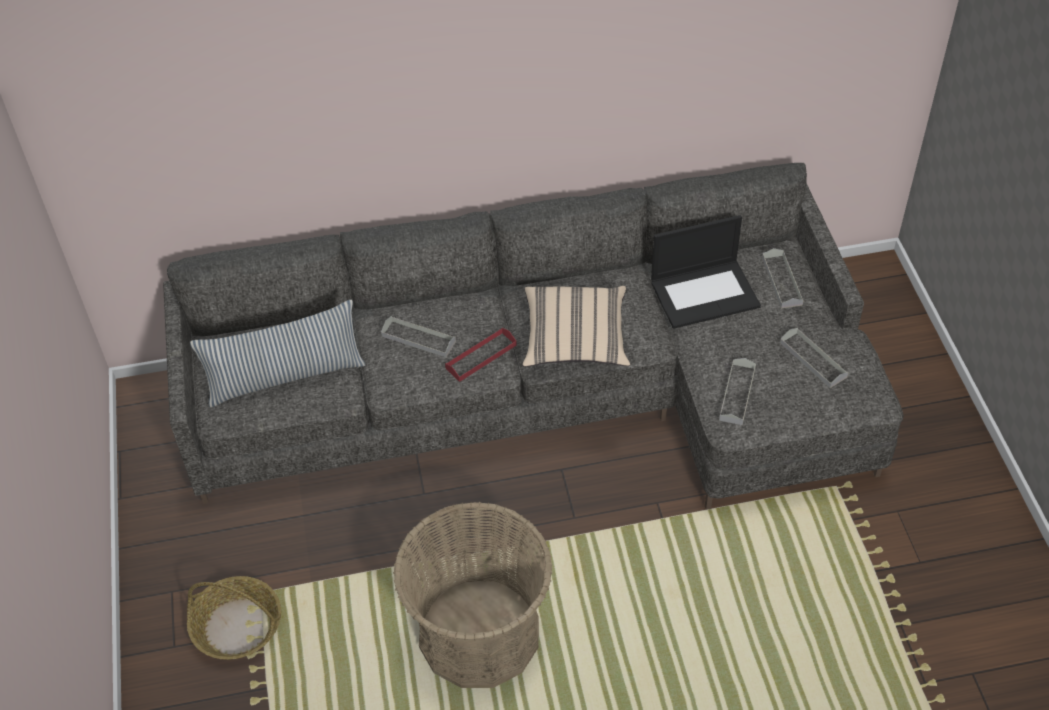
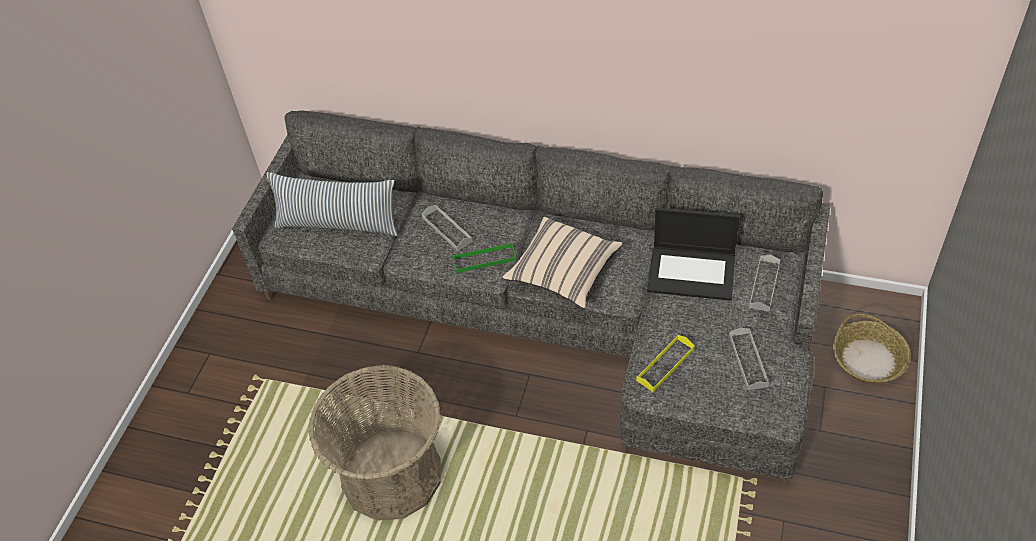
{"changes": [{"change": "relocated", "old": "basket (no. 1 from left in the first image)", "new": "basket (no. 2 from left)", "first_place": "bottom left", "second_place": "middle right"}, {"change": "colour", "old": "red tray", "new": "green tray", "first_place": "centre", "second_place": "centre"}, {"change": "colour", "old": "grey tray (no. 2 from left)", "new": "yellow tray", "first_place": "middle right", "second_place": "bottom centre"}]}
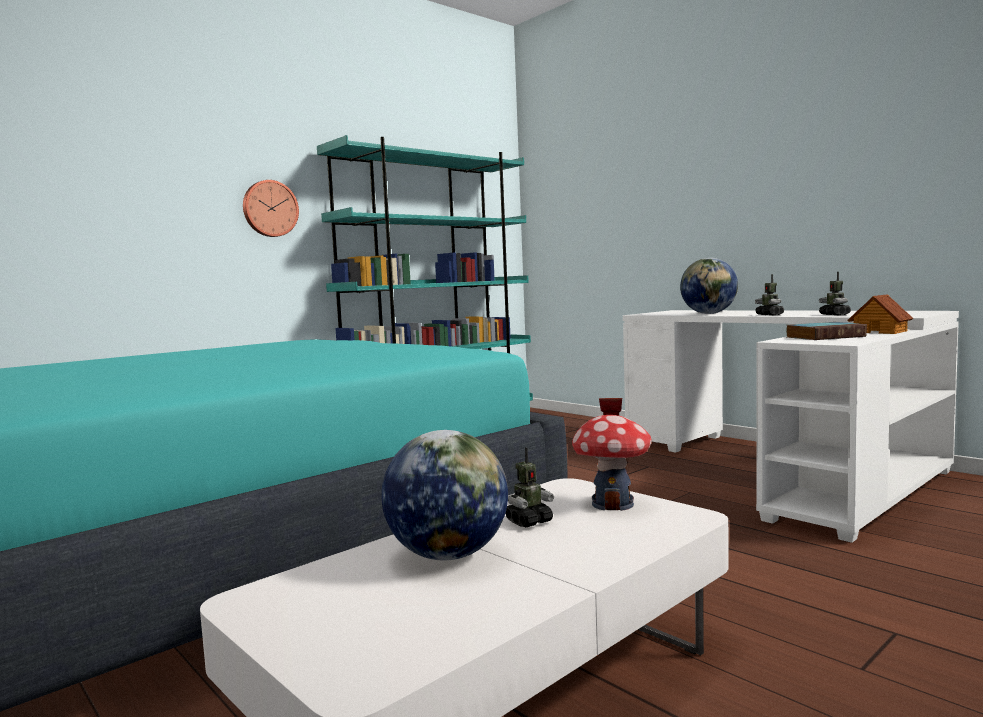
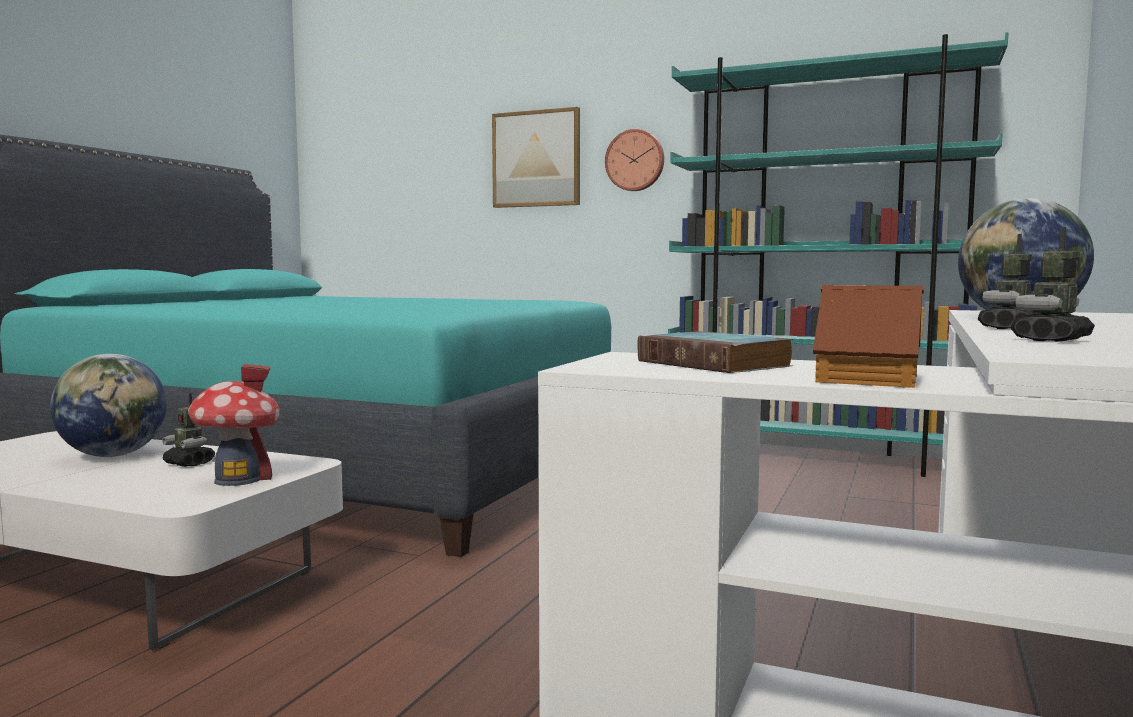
{"changes": [{"change": "appeared", "new": "picture", "second_place": "top centre"}]}
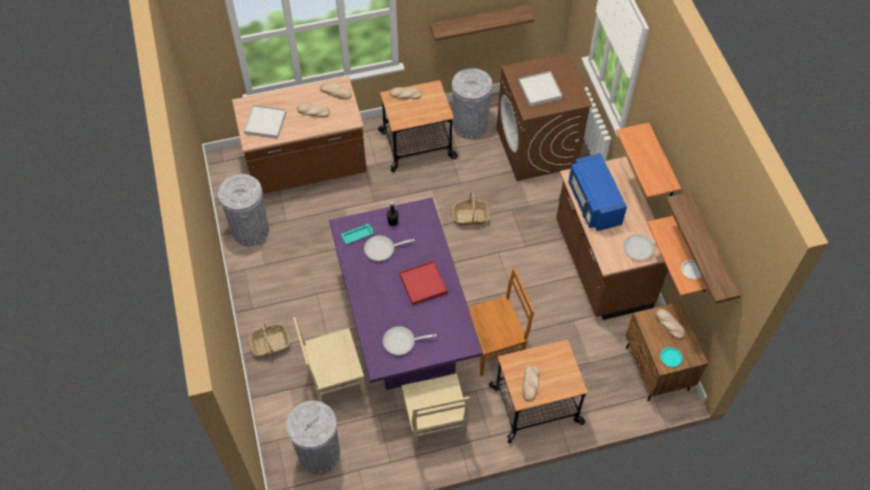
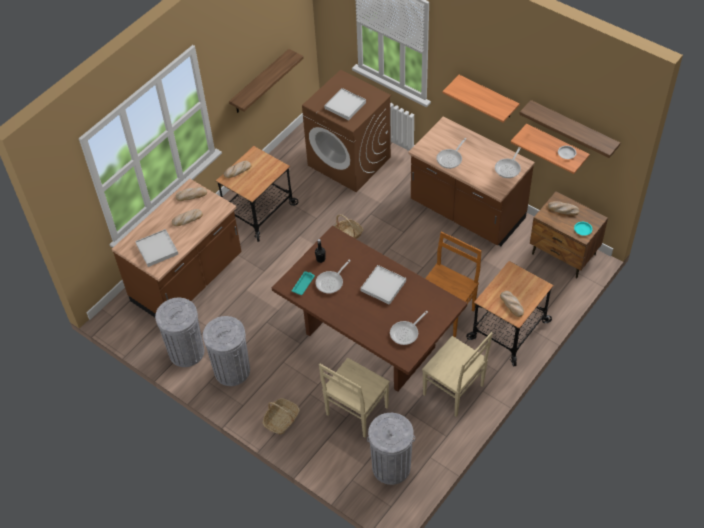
{"changes": [{"change": "relocated", "old": "grey trash can (no. 3 from left in the first image)", "new": "grey trash can (no. 2 from left)", "first_place": "top centre", "second_place": "middle left"}, {"change": "exchanged", "old": "blue microwave", "new": "frying pan (no. 3 from left)", "first_place": "middle right", "second_place": "top centre"}, {"change": "colour", "old": "purple dining table", "new": "brown dining table", "first_place": "centre", "second_place": "centre"}, {"change": "colour", "old": "red tray", "new": "white tray (no. 3 from left)", "first_place": "centre", "second_place": "centre"}]}
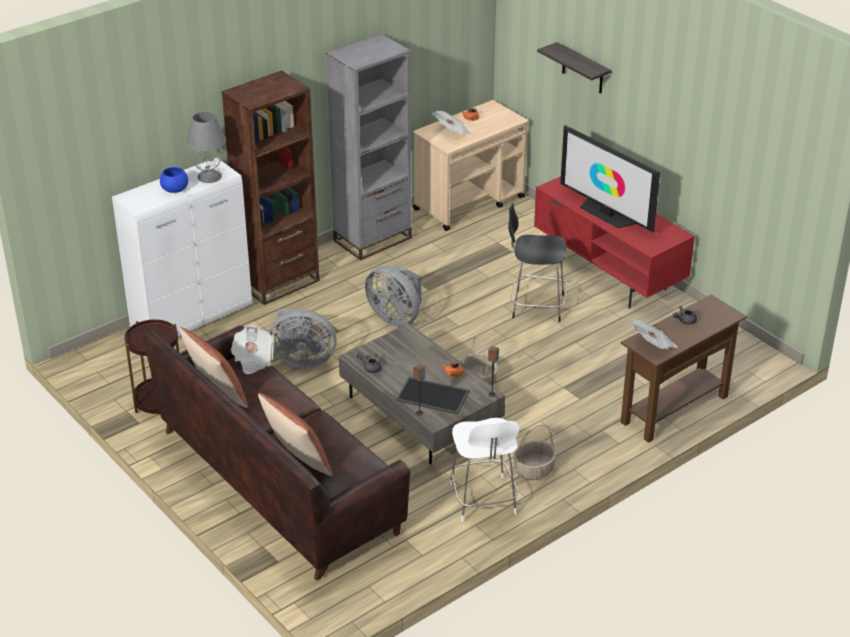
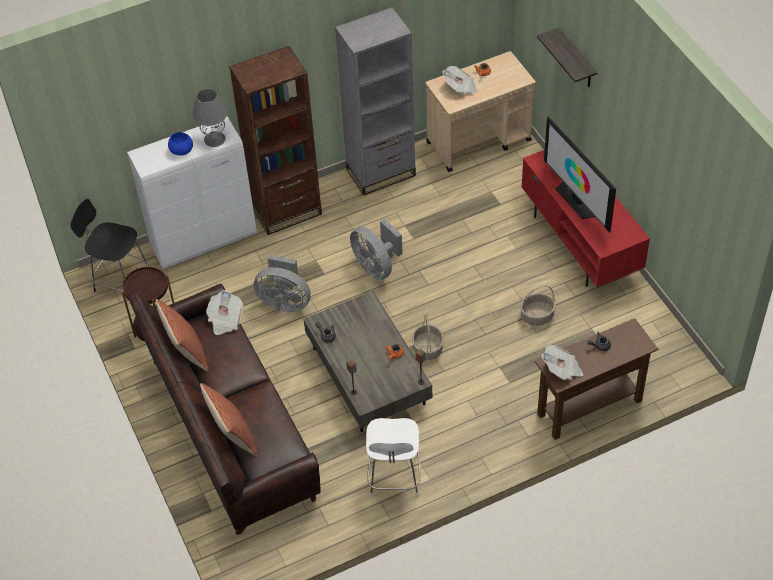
{"changes": [{"change": "missing", "old": "tray", "first_place": "centre"}, {"change": "relocated", "old": "black stool", "first_place": "centre", "second_place": "middle left"}, {"change": "relocated", "old": "basket (no. 2 from left)", "first_place": "bottom centre", "second_place": "middle right"}]}
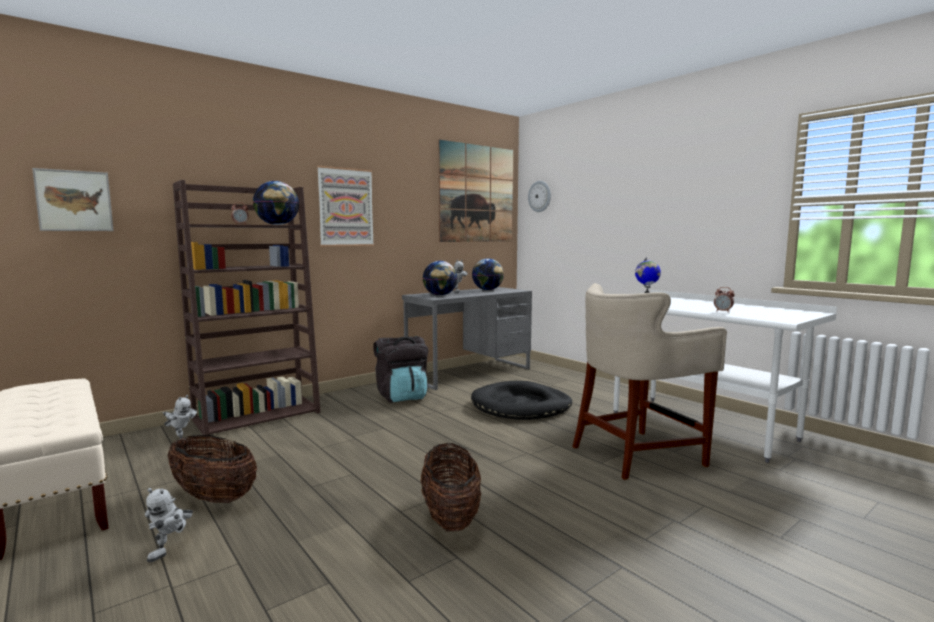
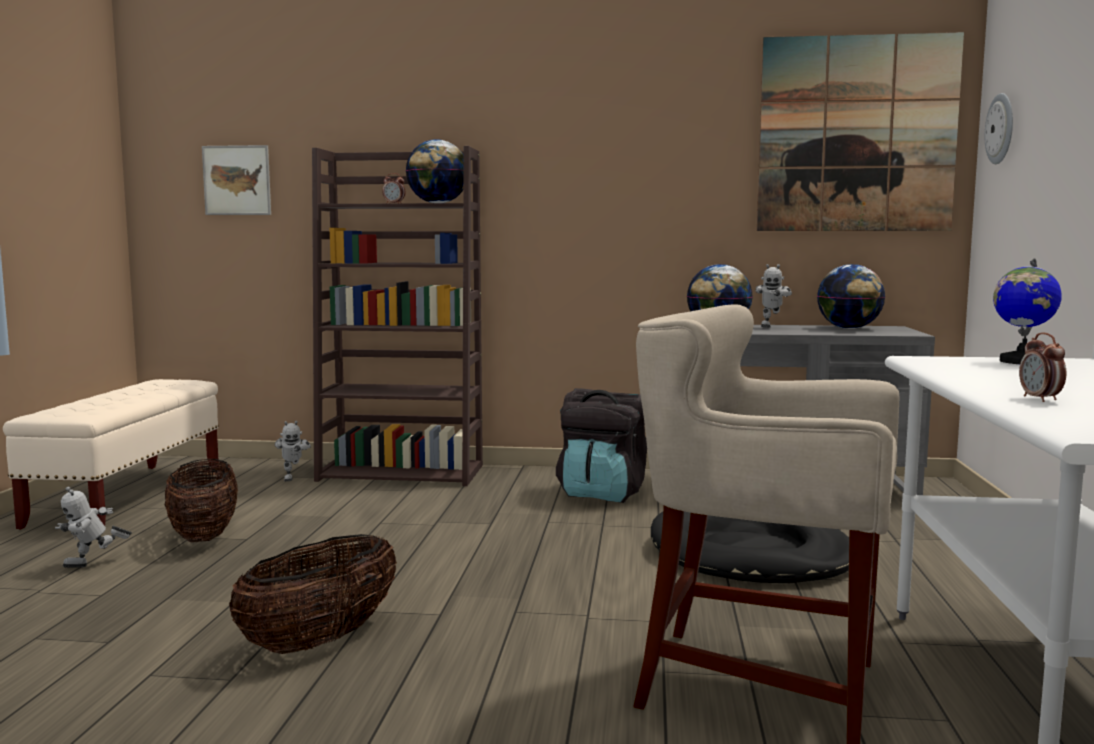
{"changes": [{"change": "missing", "old": "picture (no. 2 from left)", "first_place": "top centre"}]}
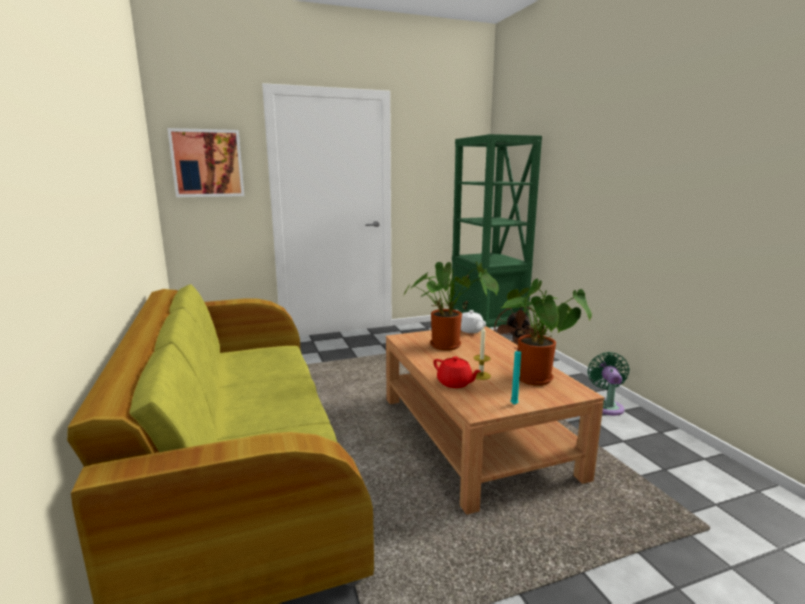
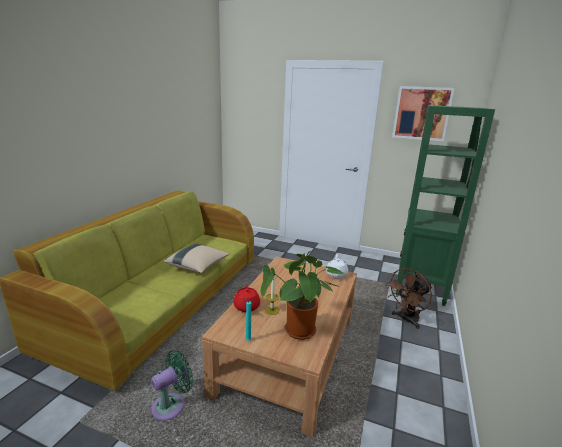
{"changes": [{"change": "missing", "old": "potted plant (no. 1 from left)", "first_place": "centre"}, {"change": "appeared", "new": "beige pillow", "second_place": "centre"}, {"change": "relocated", "old": "picture", "first_place": "top left", "second_place": "top right"}, {"change": "relocated", "old": "green fan", "first_place": "middle right", "second_place": "bottom left"}]}
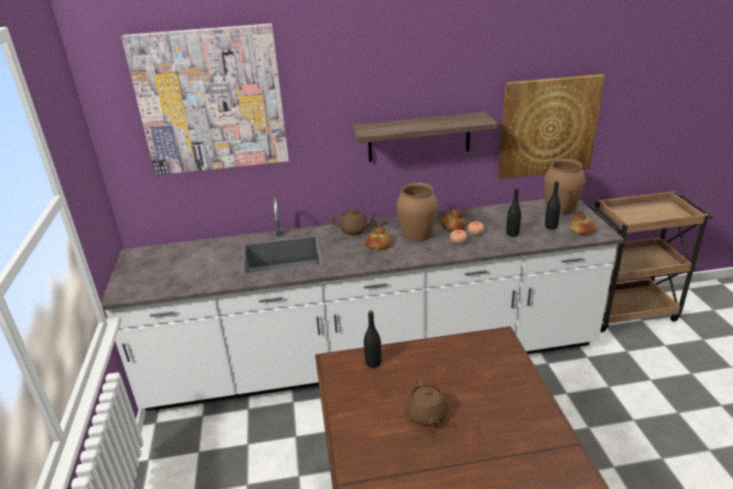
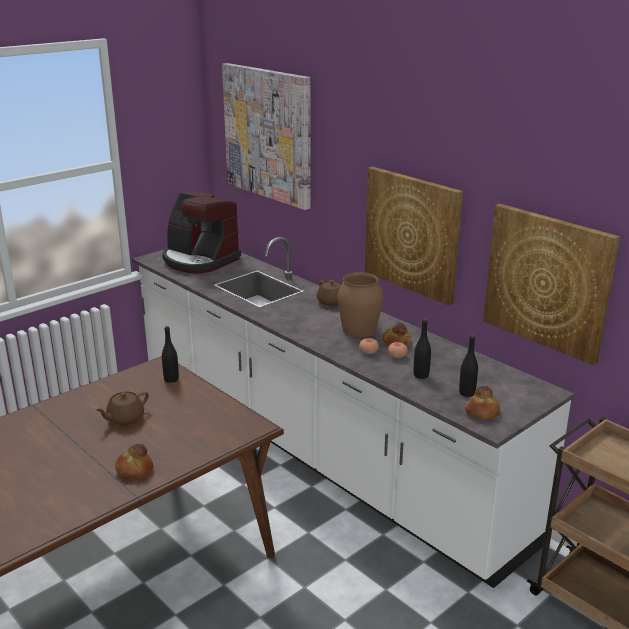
{"changes": [{"change": "missing", "old": "brown vase (no. 2 from left)", "first_place": "middle right"}, {"change": "appeared", "new": "coffee machine", "second_place": "middle left"}, {"change": "relocated", "old": "bread (no. 1 from left)", "first_place": "centre", "second_place": "bottom left"}, {"change": "exchanged", "old": "shelf", "new": "picture (no. 2 from left)", "first_place": "top centre", "second_place": "centre"}]}
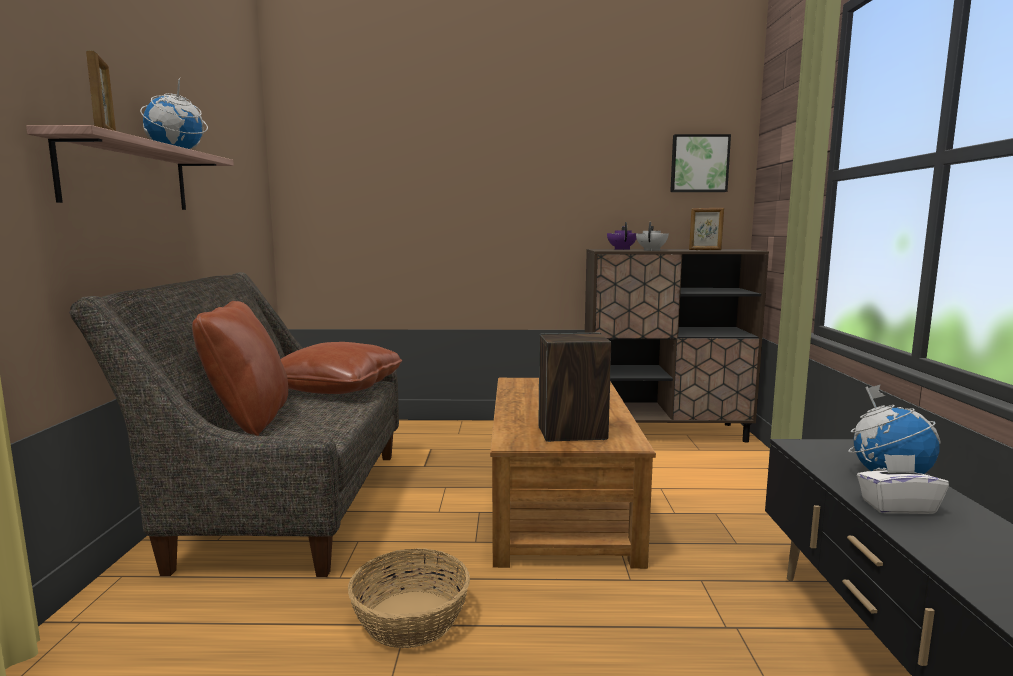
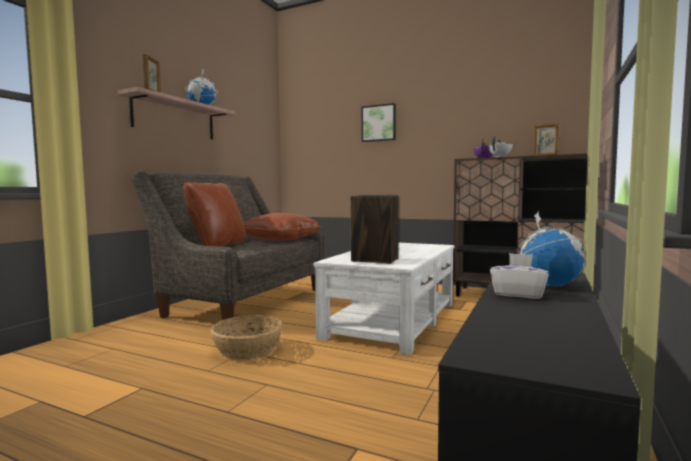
{"changes": [{"change": "relocated", "old": "picture", "first_place": "top right", "second_place": "top centre"}, {"change": "colour", "old": "brown coffee table", "new": "white coffee table", "first_place": "bottom centre", "second_place": "centre"}]}
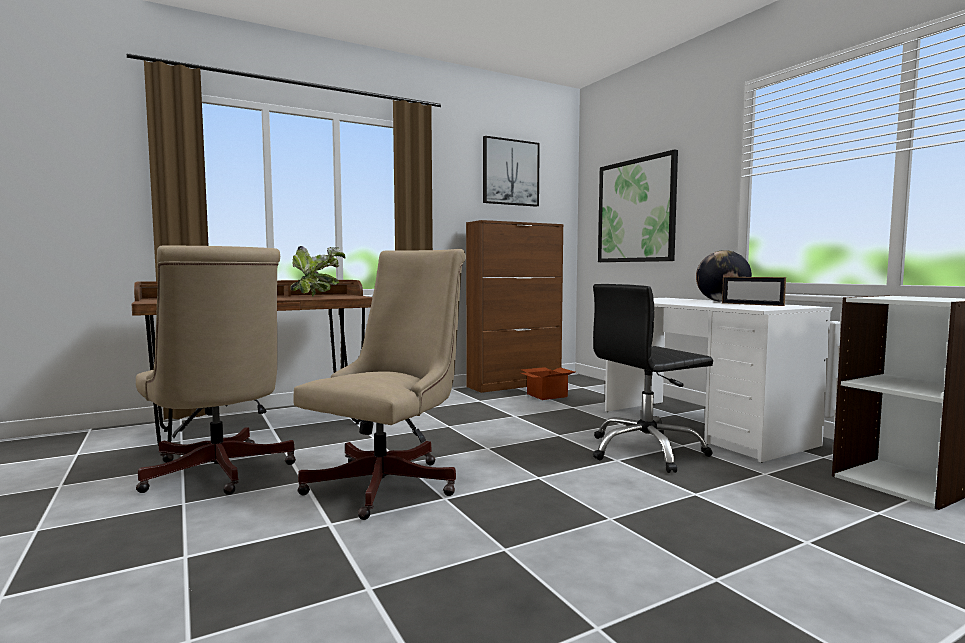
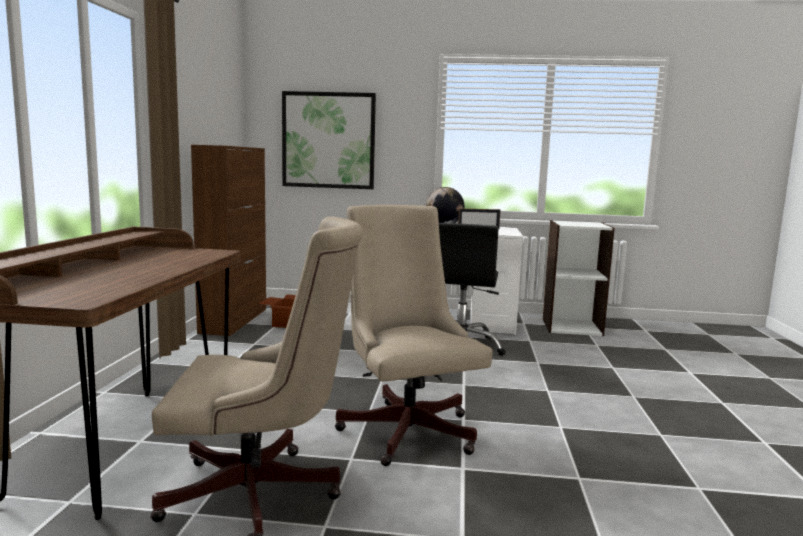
{"changes": [{"change": "missing", "old": "potted plant", "first_place": "middle left"}, {"change": "missing", "old": "picture (no. 1 from left)", "first_place": "top centre"}]}
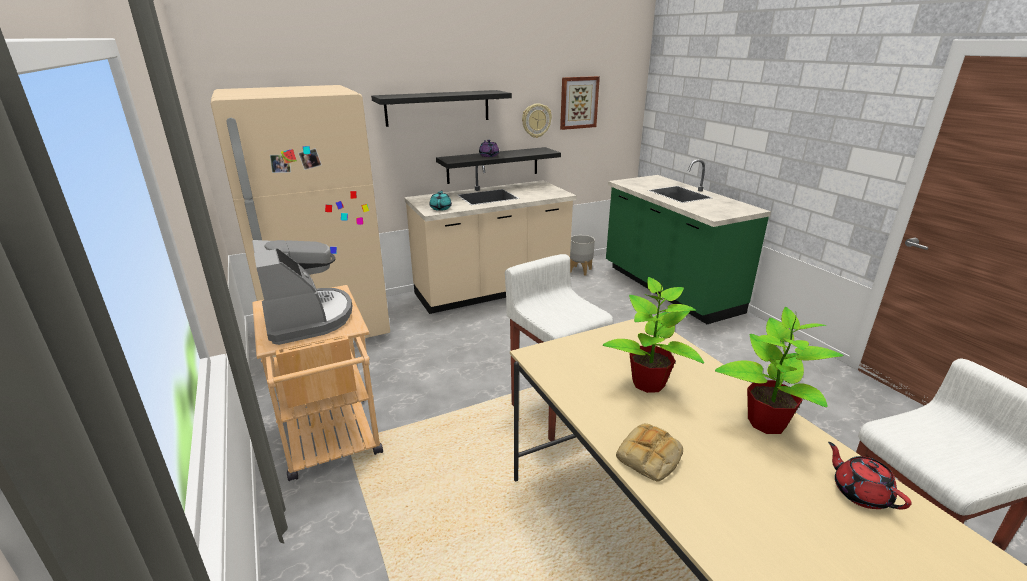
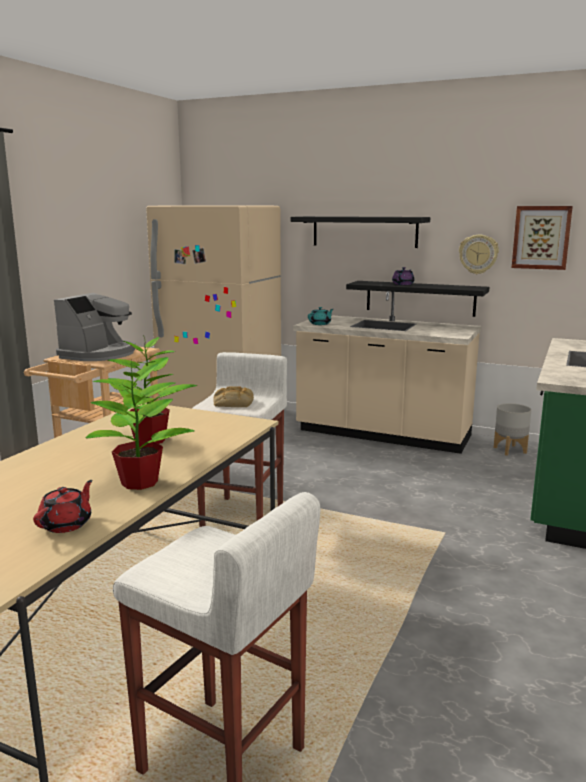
{"changes": [{"change": "relocated", "old": "bread", "first_place": "bottom centre", "second_place": "centre"}]}
